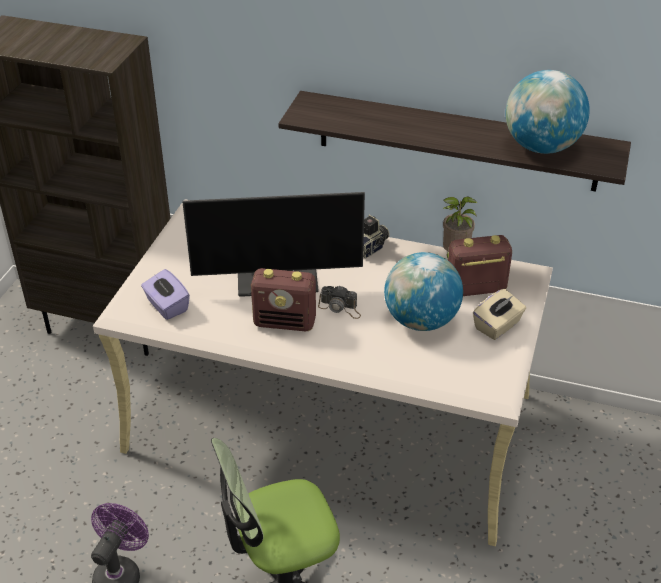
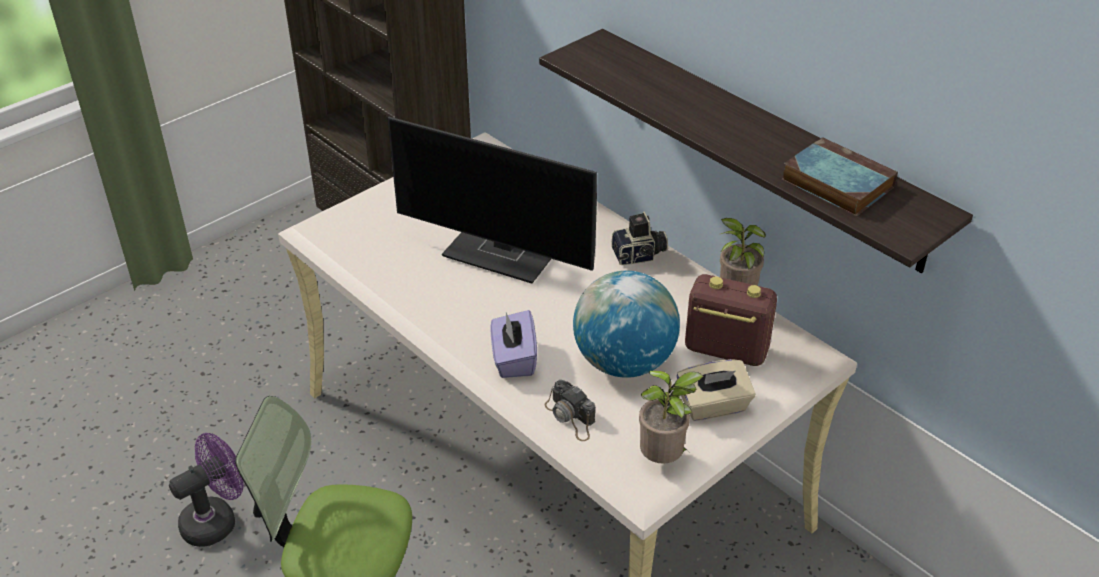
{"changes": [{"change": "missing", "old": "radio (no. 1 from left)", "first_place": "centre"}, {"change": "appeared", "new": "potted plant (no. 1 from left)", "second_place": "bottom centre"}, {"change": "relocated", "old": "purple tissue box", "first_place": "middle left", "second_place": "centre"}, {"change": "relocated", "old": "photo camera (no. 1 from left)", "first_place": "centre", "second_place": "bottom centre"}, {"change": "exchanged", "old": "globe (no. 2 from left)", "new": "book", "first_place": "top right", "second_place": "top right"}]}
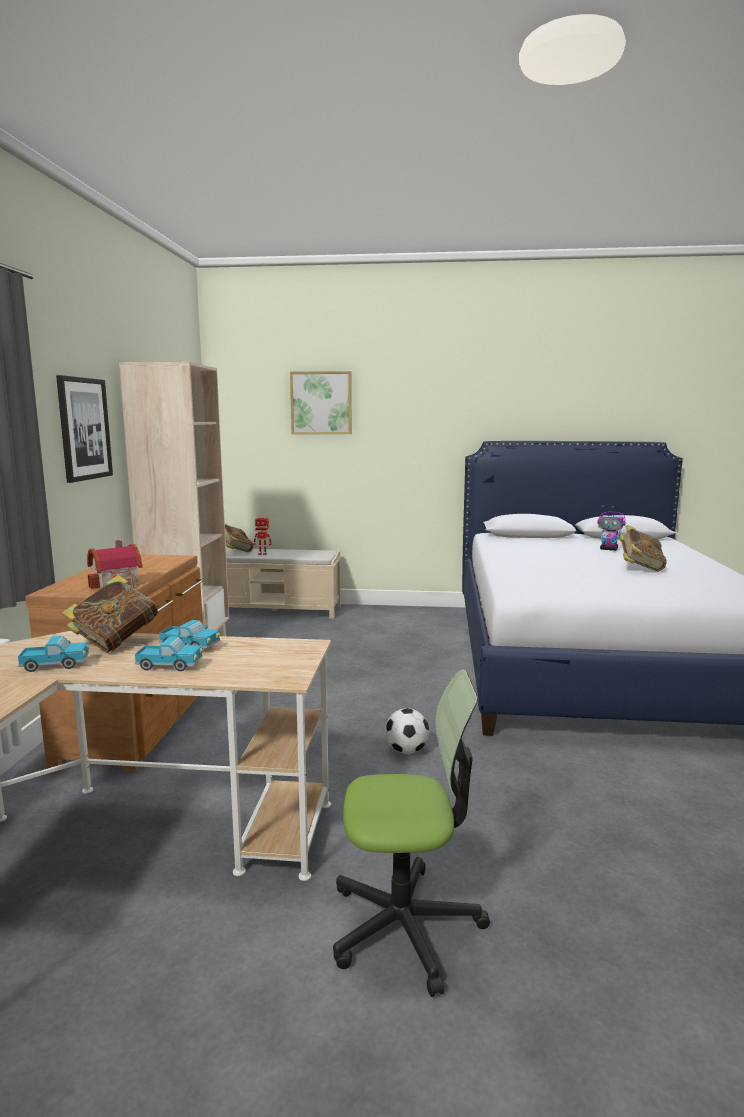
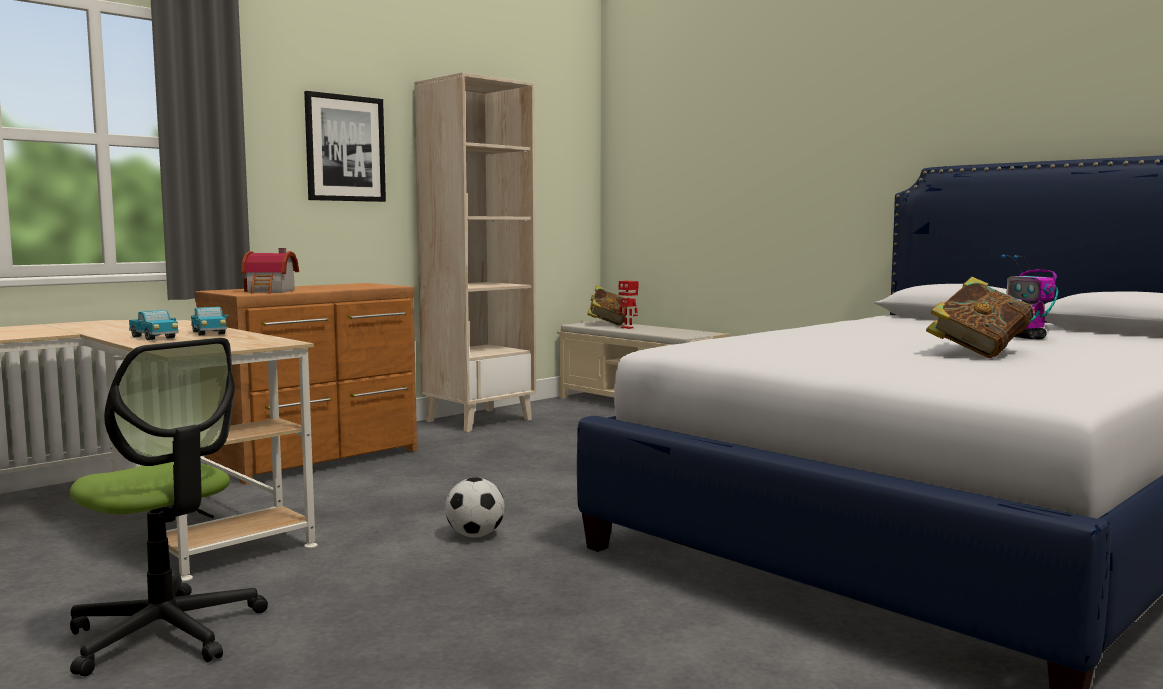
{"changes": [{"change": "missing", "old": "toy truck (no. 1 from left)", "first_place": "middle left"}, {"change": "missing", "old": "book (no. 1 from left)", "first_place": "middle left"}, {"change": "missing", "old": "picture (no. 2 from left)", "first_place": "centre"}]}
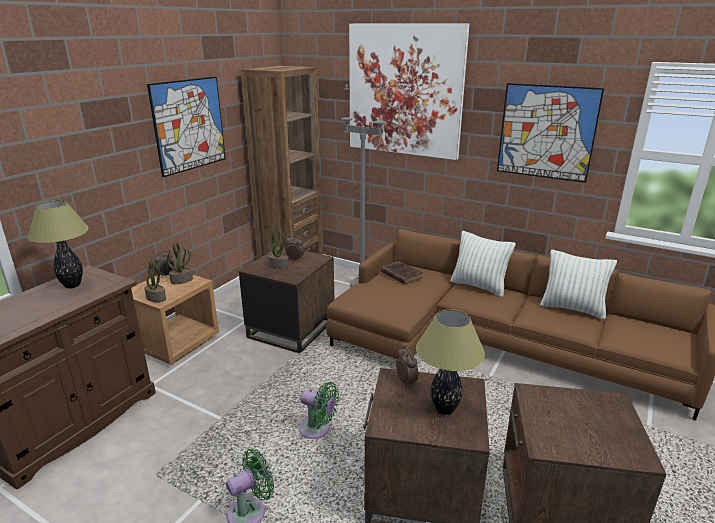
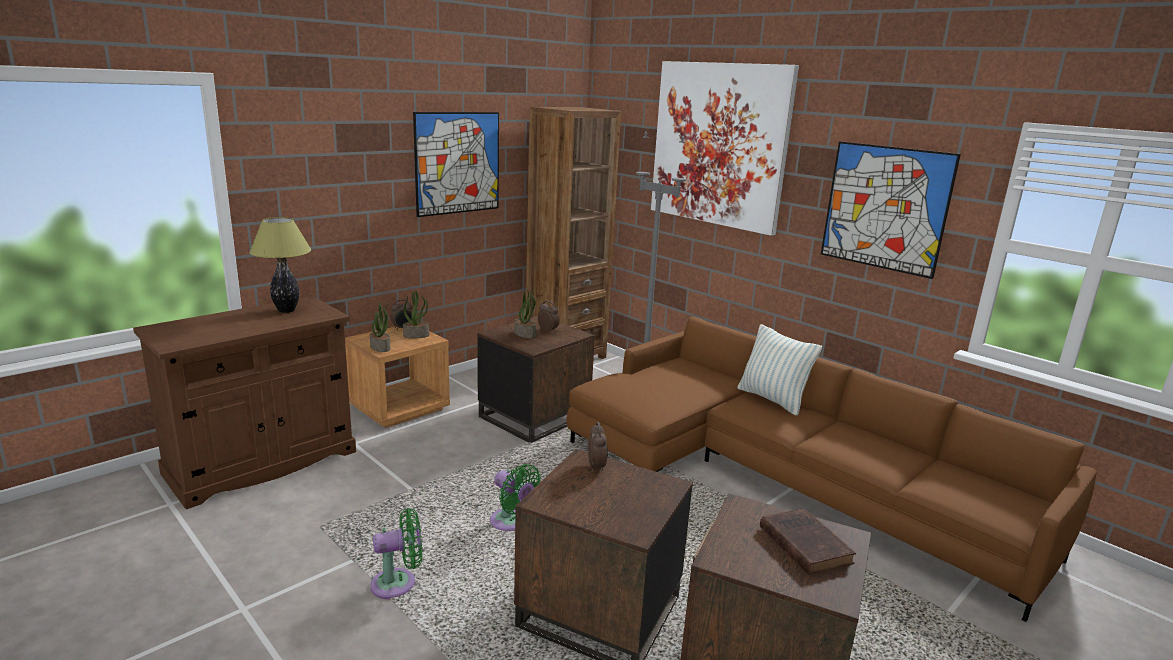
{"changes": [{"change": "missing", "old": "table lamp (no. 2 from left)", "first_place": "bottom centre"}, {"change": "missing", "old": "pillow (no. 2 from left)", "first_place": "middle right"}, {"change": "relocated", "old": "brown book", "first_place": "centre", "second_place": "bottom right"}]}
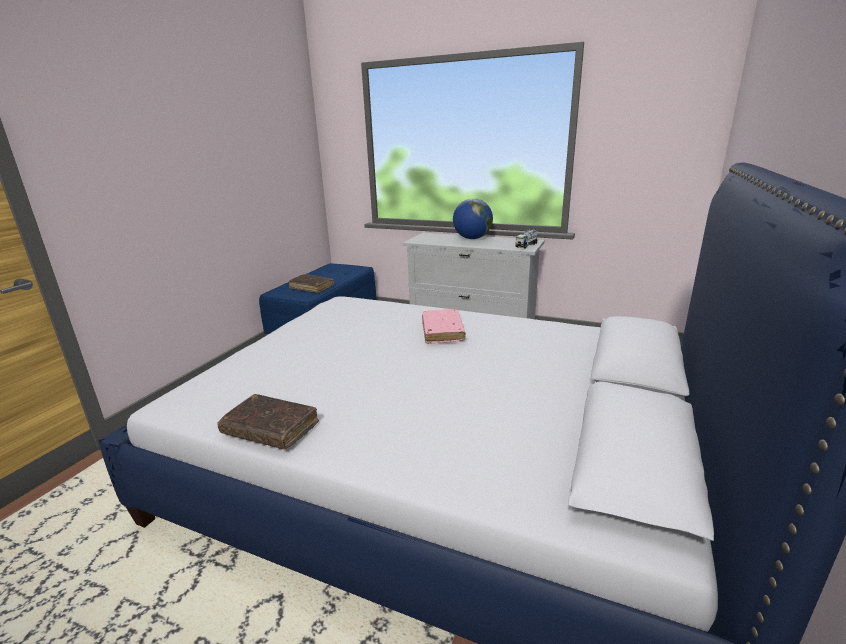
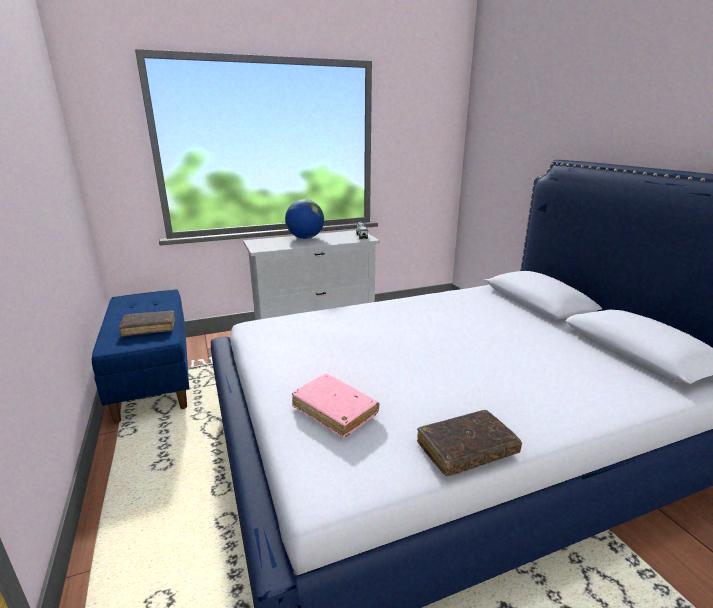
{"changes": [{"change": "relocated", "old": "pink book", "first_place": "centre", "second_place": "bottom centre"}]}
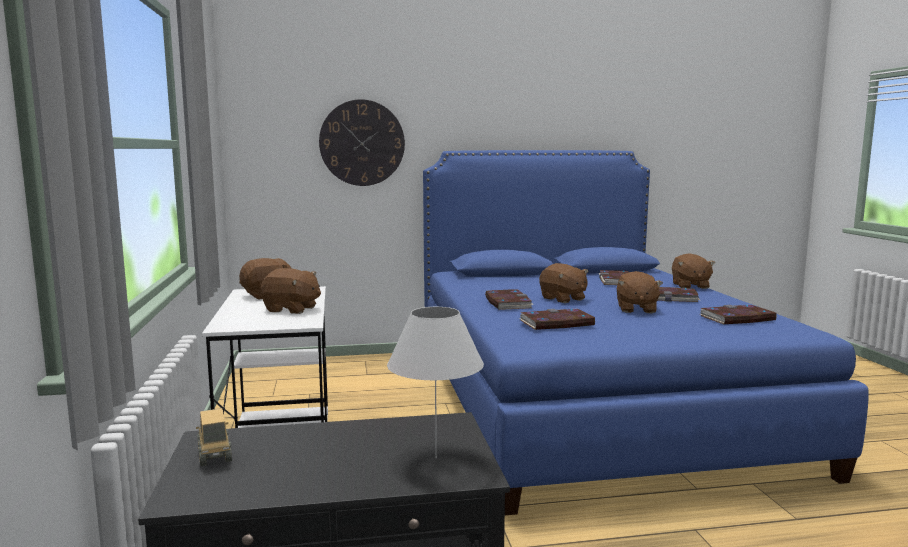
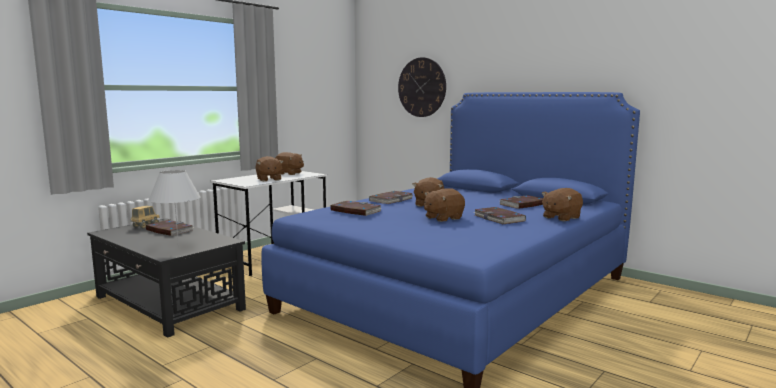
{"changes": [{"change": "relocated", "old": "book (no. 5 from left in the first image)", "new": "book (no. 1 from left)", "first_place": "middle right", "second_place": "middle left"}]}
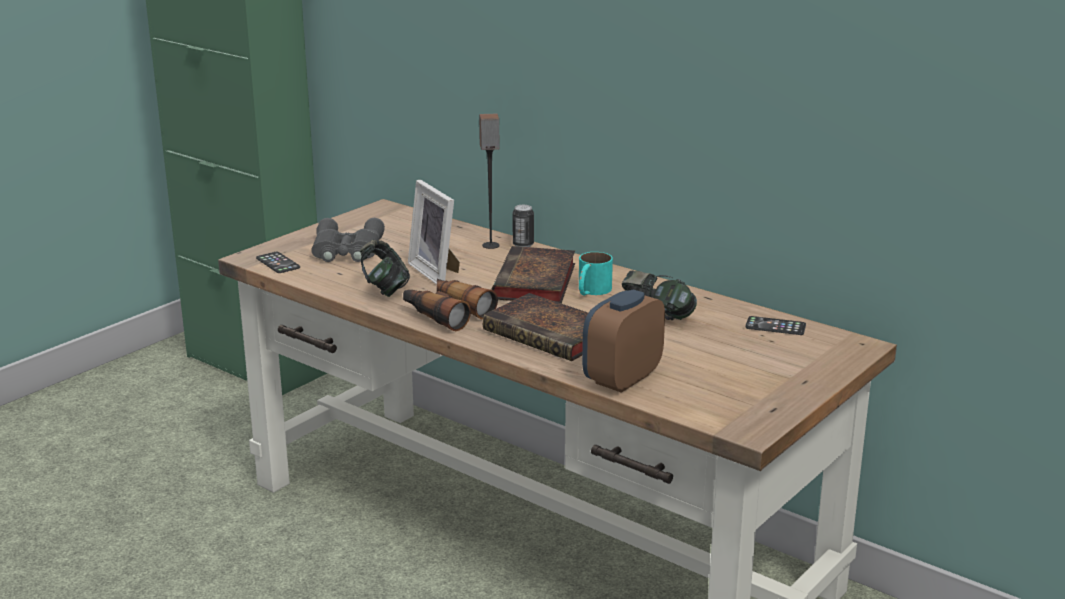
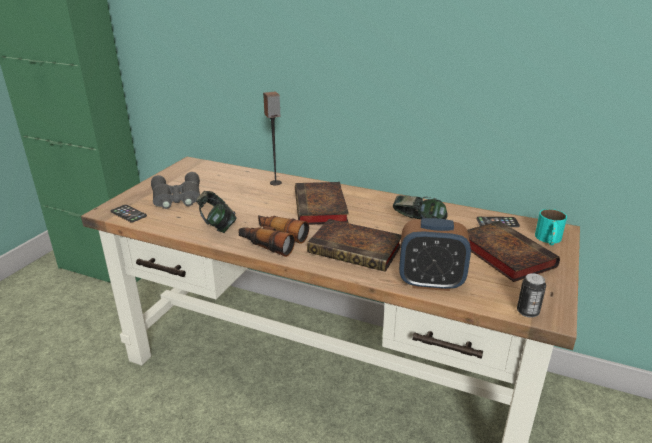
{"changes": [{"change": "missing", "old": "picture frame", "first_place": "centre"}, {"change": "appeared", "new": "book (no. 3 from left)", "second_place": "middle right"}, {"change": "relocated", "old": "can", "first_place": "centre", "second_place": "middle right"}, {"change": "relocated", "old": "turquoise mug", "first_place": "centre", "second_place": "middle right"}, {"change": "spun", "old": "alarm clock", "first_place": "centre", "second_place": "middle right", "degrees": -105}]}
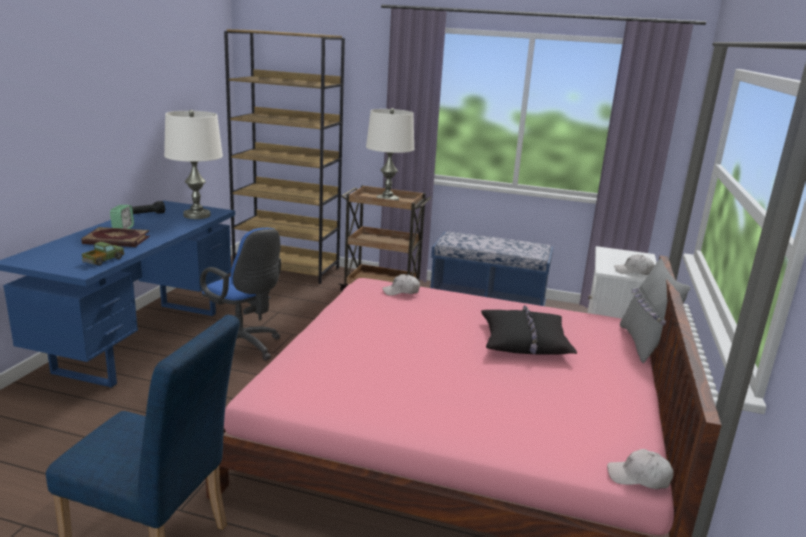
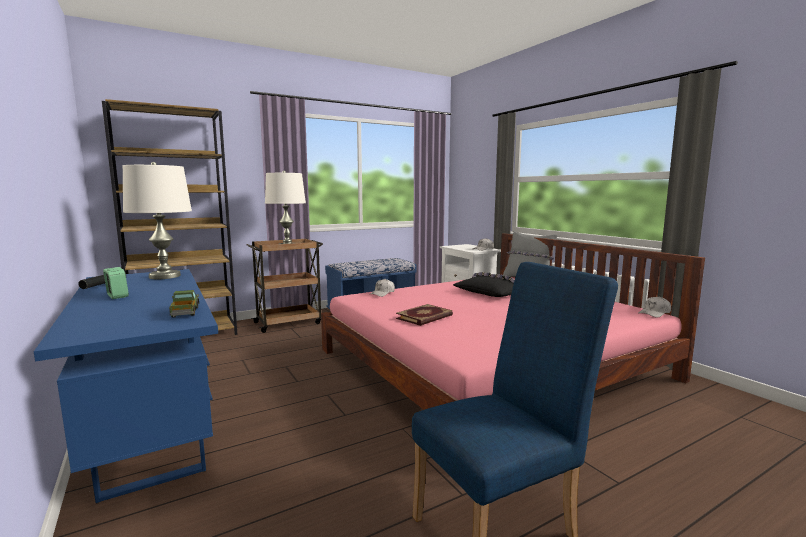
{"changes": [{"change": "missing", "old": "blue office chair", "first_place": "middle left"}, {"change": "relocated", "old": "book", "first_place": "middle left", "second_place": "centre"}]}
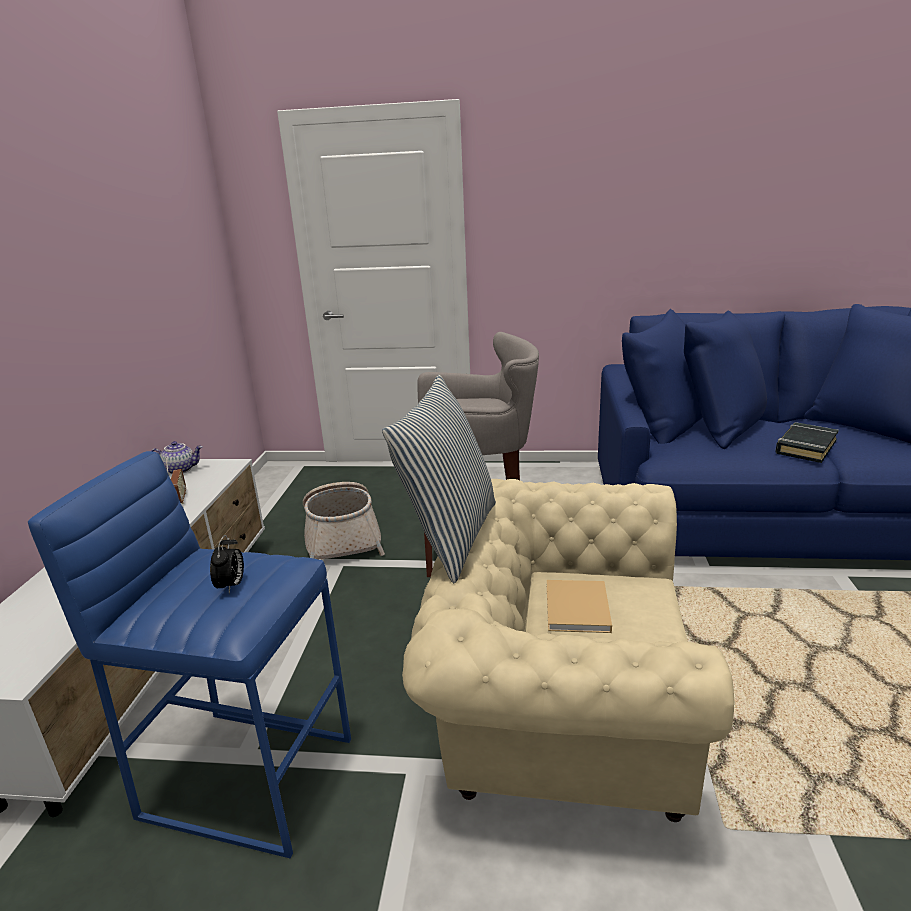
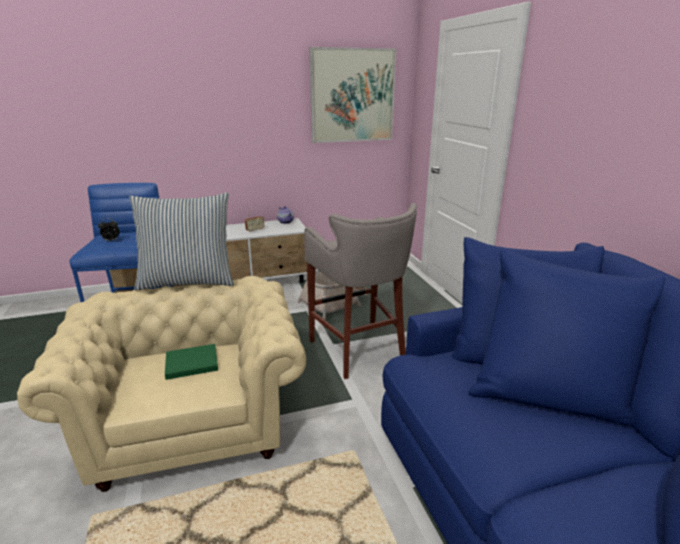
{"changes": [{"change": "missing", "old": "black book", "first_place": "middle right"}, {"change": "appeared", "new": "picture", "second_place": "top centre"}, {"change": "colour", "old": "beige book", "new": "green book", "first_place": "centre", "second_place": "middle left"}]}
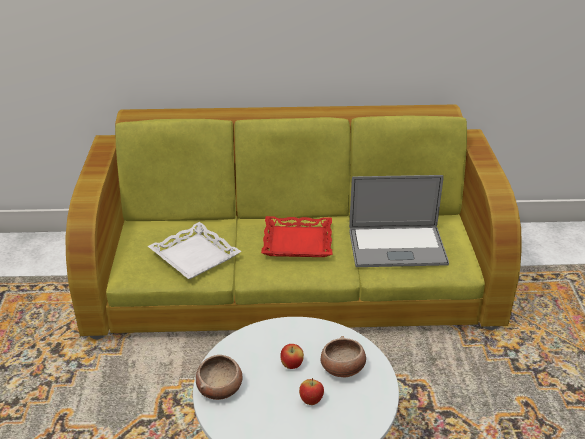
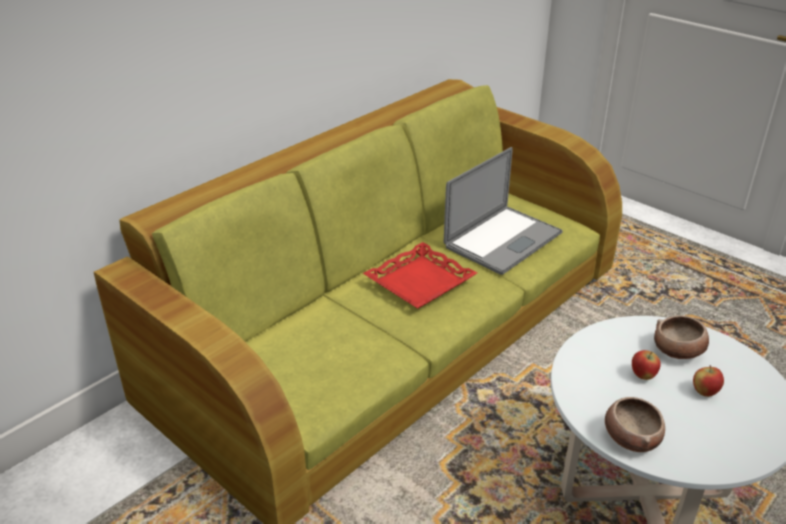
{"changes": [{"change": "missing", "old": "white tray", "first_place": "centre"}]}
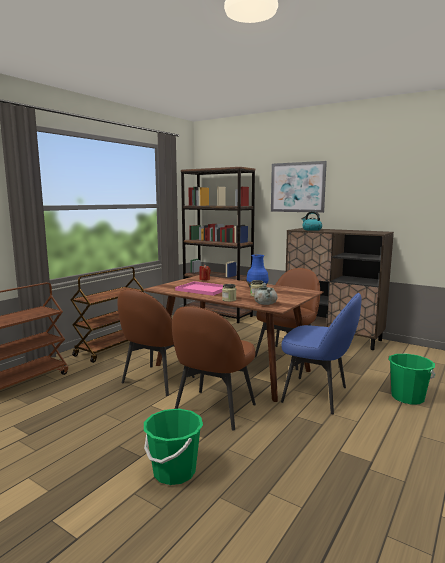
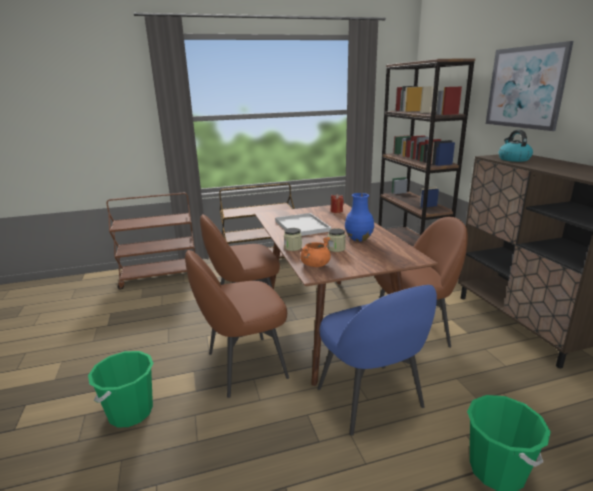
{"changes": [{"change": "colour", "old": "pink tray", "new": "white tray", "first_place": "centre", "second_place": "centre"}, {"change": "colour", "old": "grey cooking pot", "new": "orange cooking pot", "first_place": "centre", "second_place": "centre"}]}
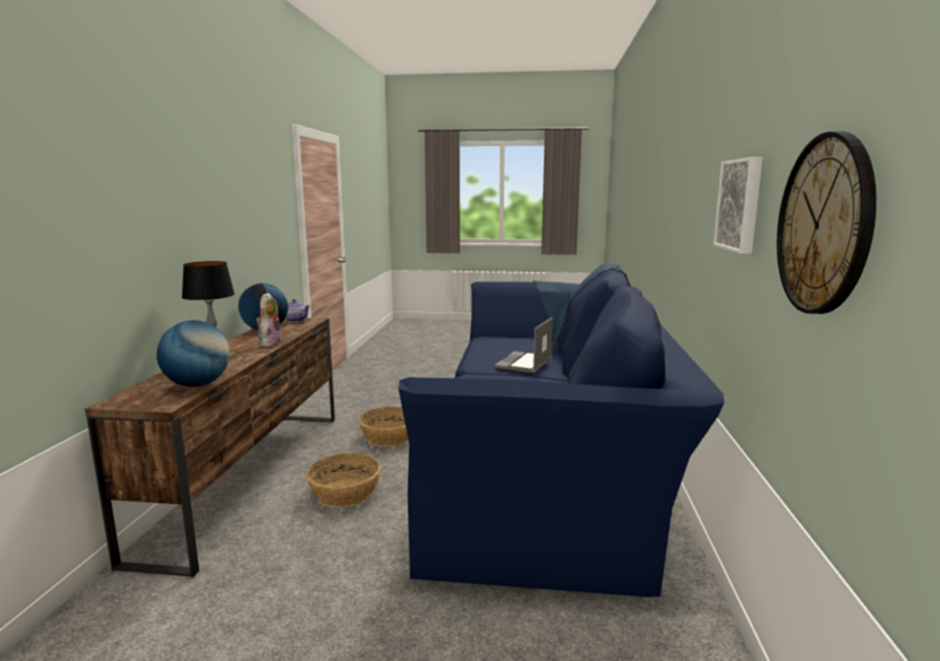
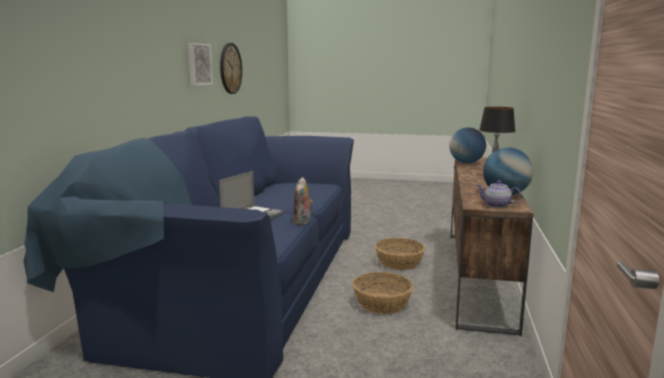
{"changes": [{"change": "relocated", "old": "plush toy", "first_place": "middle left", "second_place": "centre"}]}
